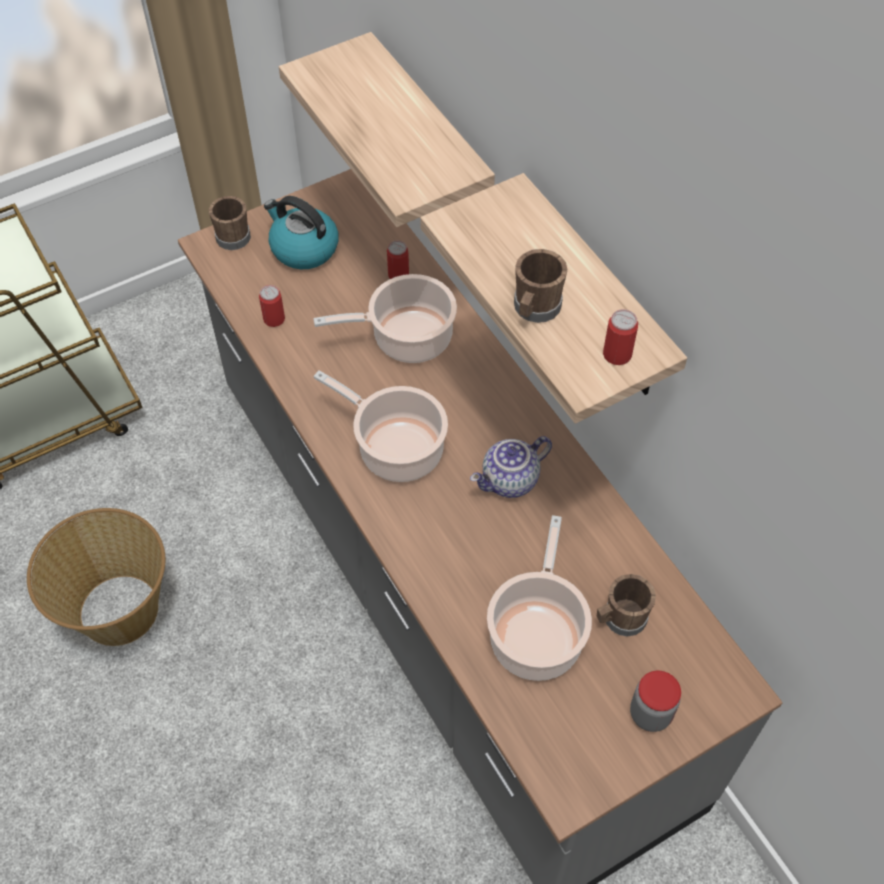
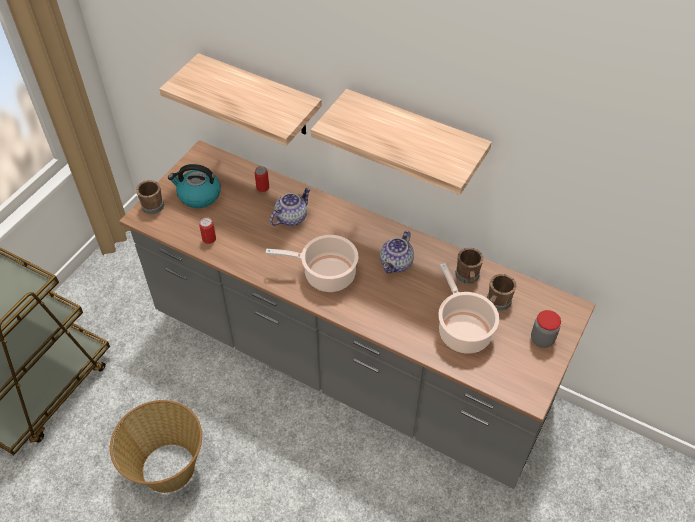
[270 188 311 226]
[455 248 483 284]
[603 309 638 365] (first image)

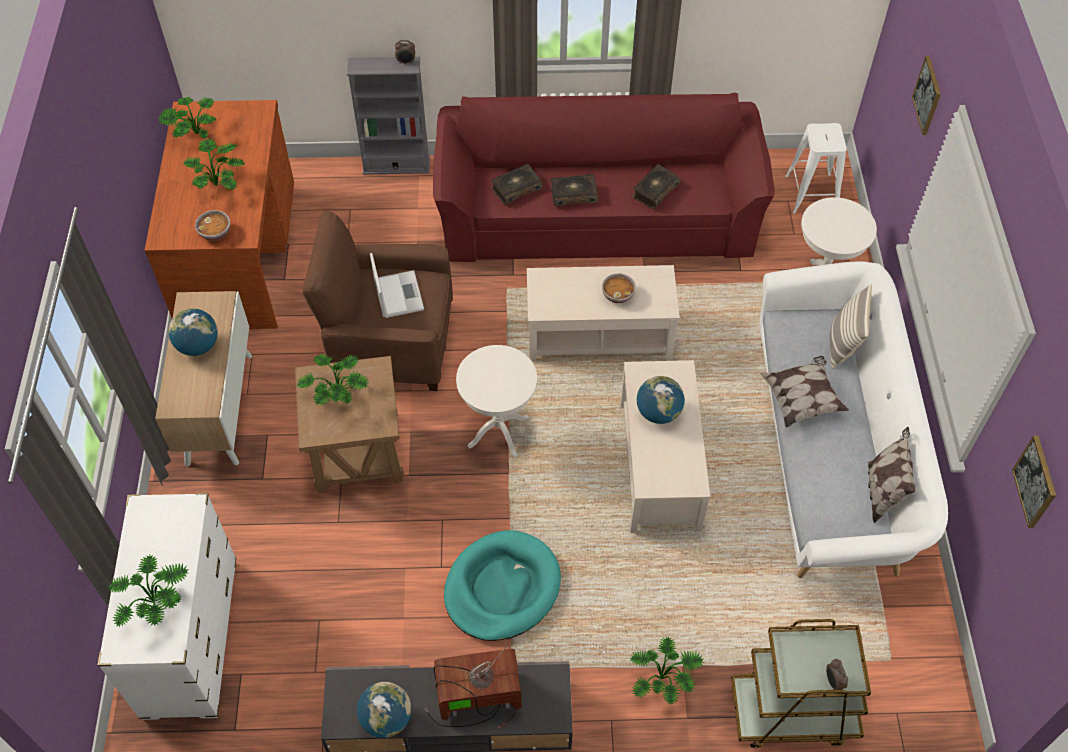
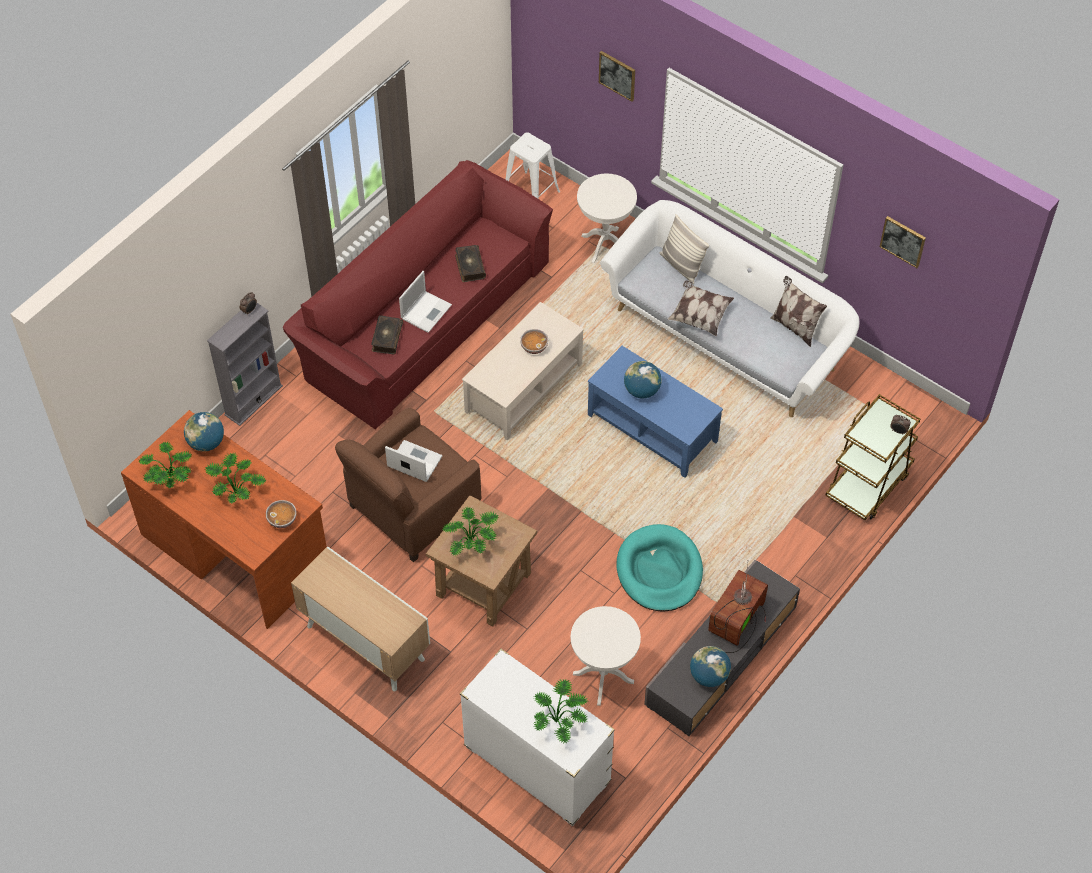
[184 412 224 452]
[571 606 641 706]
[399 271 452 333]
[588 346 723 478]
[630 636 704 704] (first image)

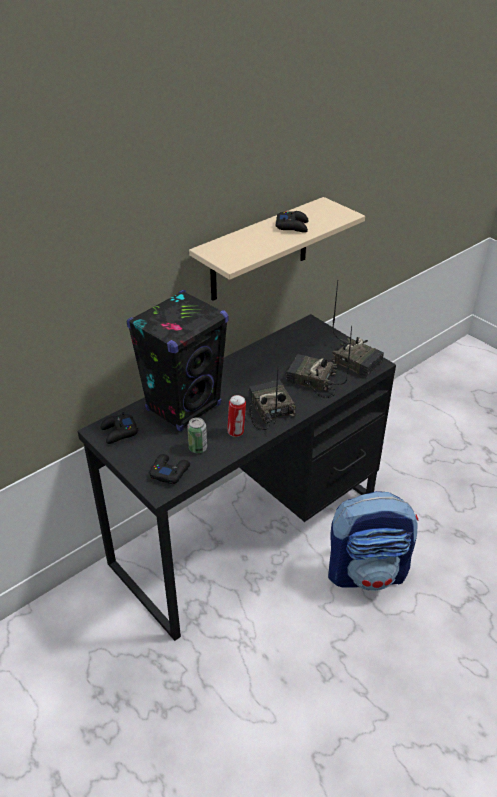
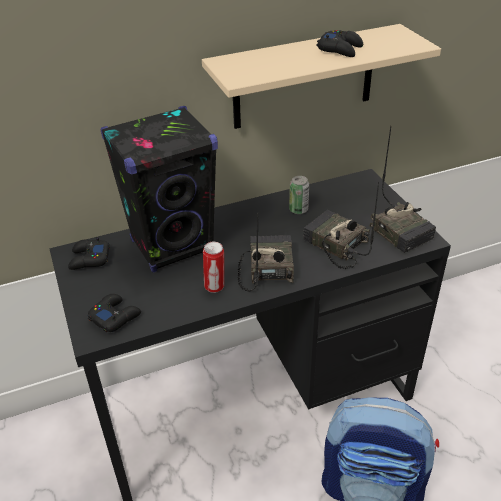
[289 176 309 214]

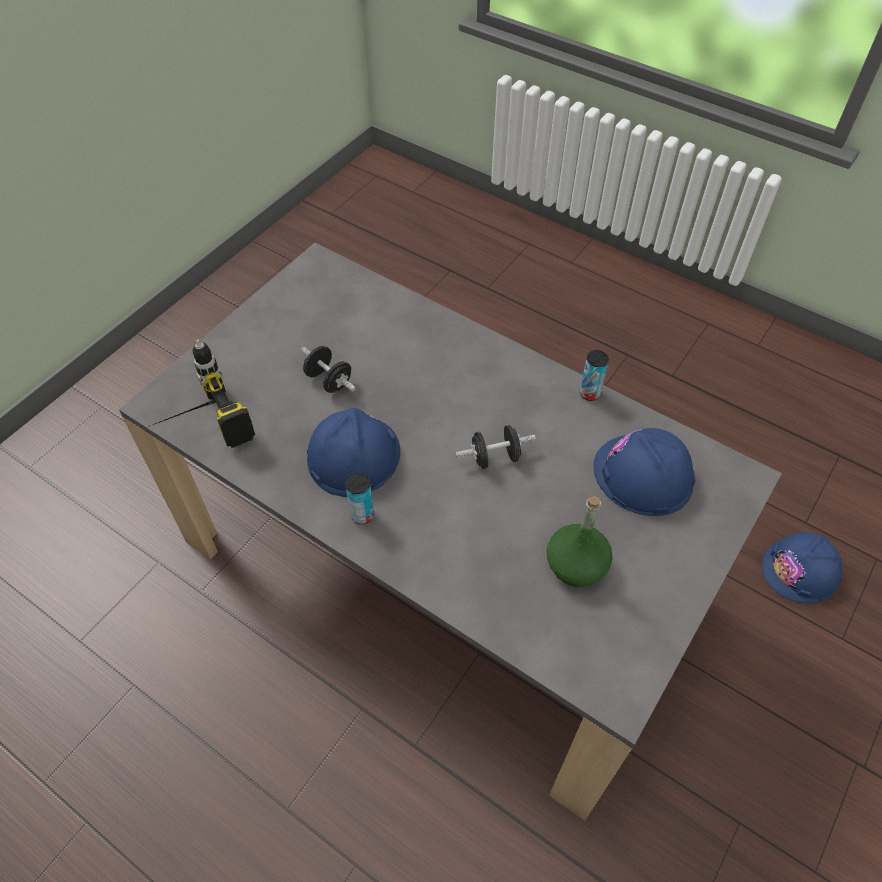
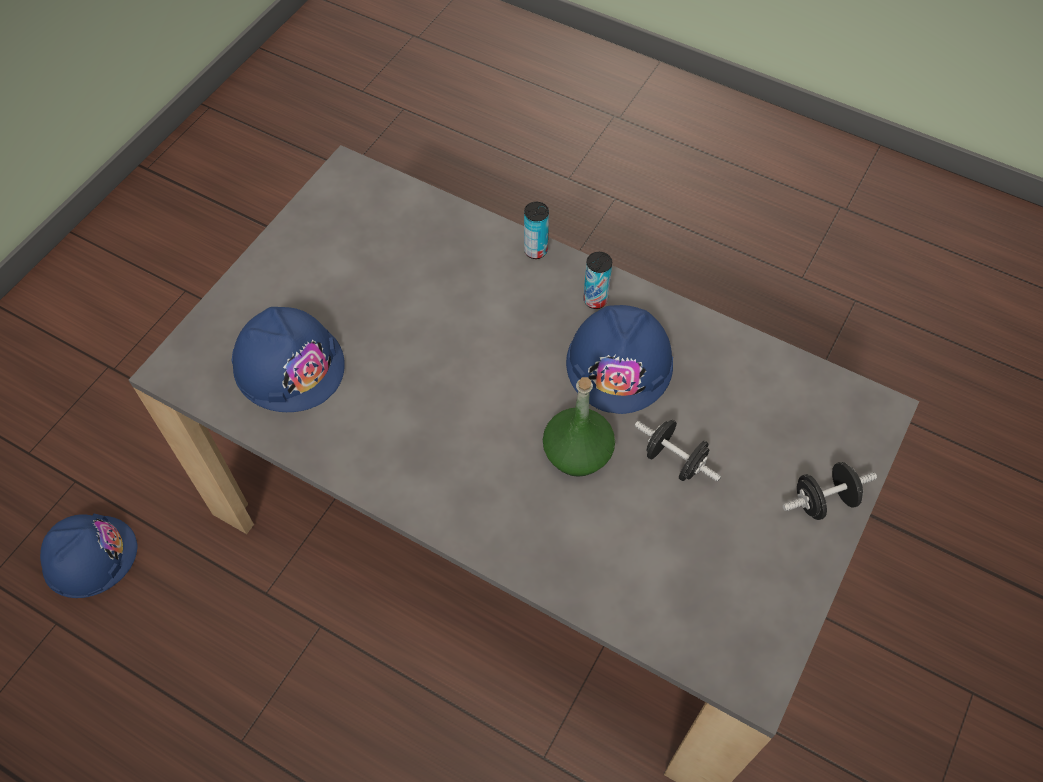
[148 340 255 448] (first image)
[783 462 877 520]
[543 377 615 477]
[524 202 549 259]

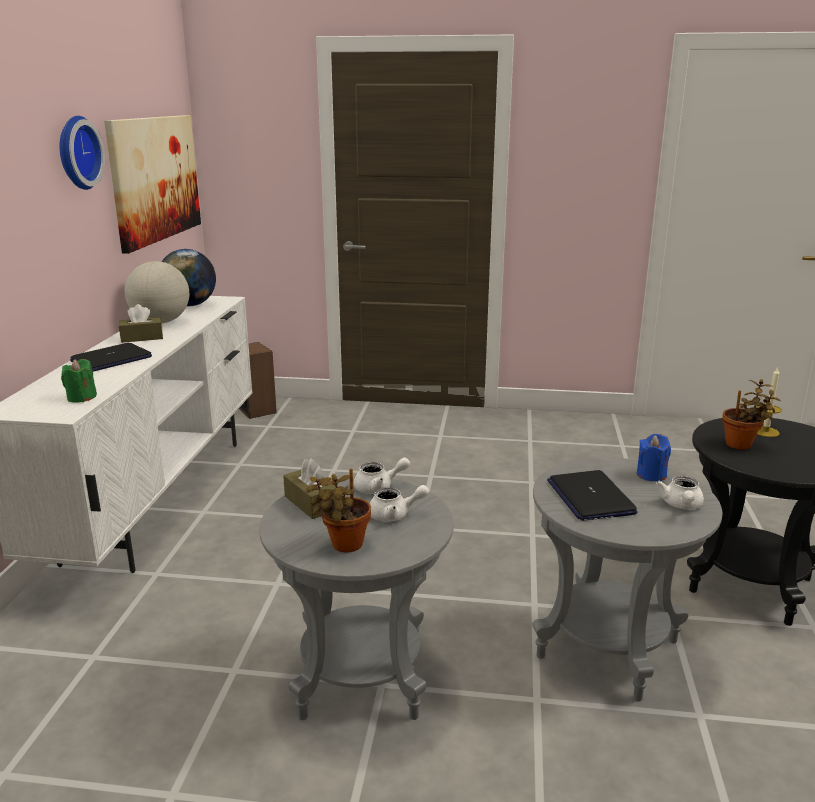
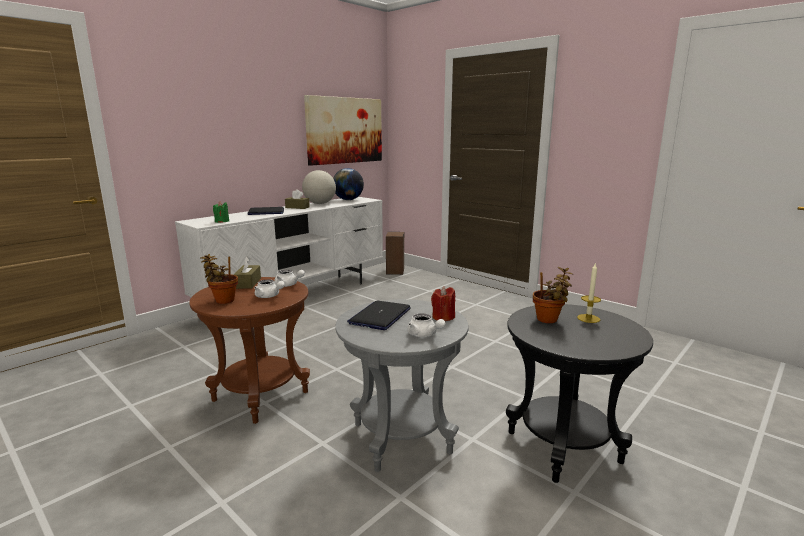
[60 116 105 190] (first image)
[189 277 310 424]
[431 287 455 321]
[407 313 446 337]

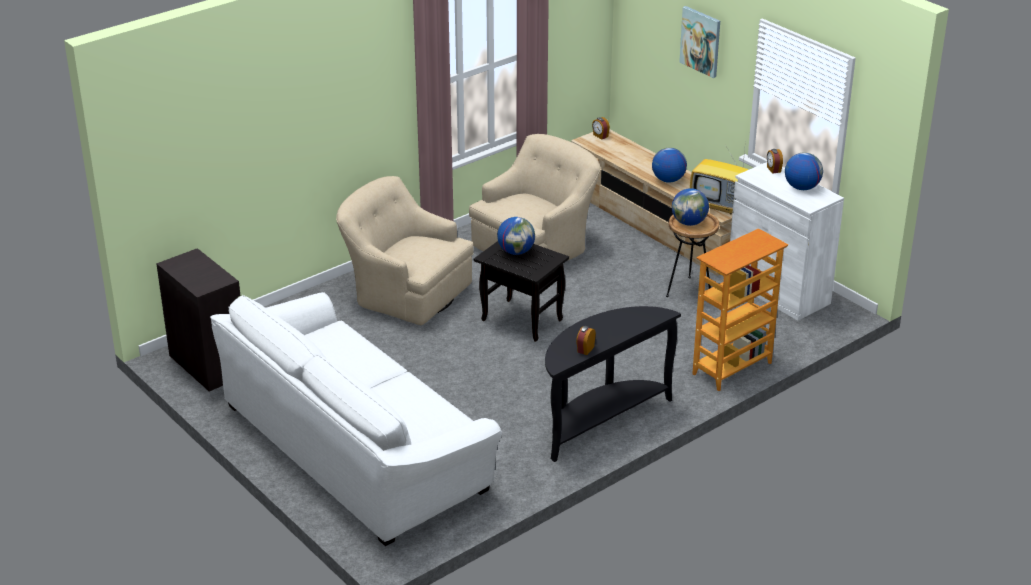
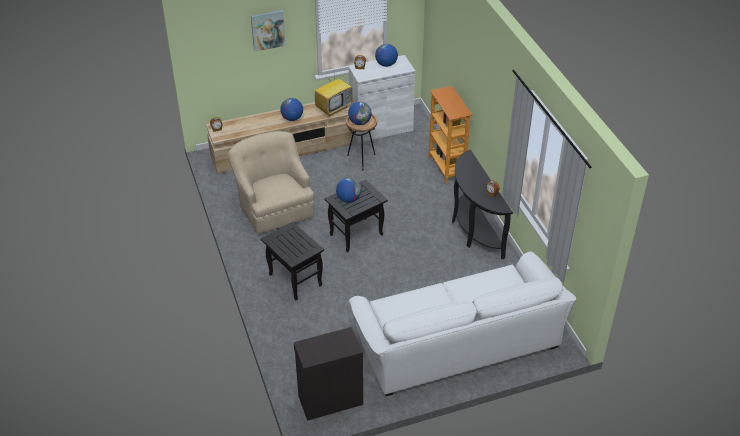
[261 222 324 300]

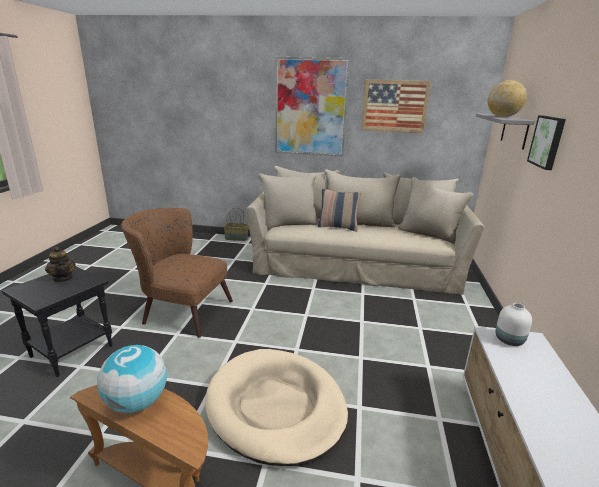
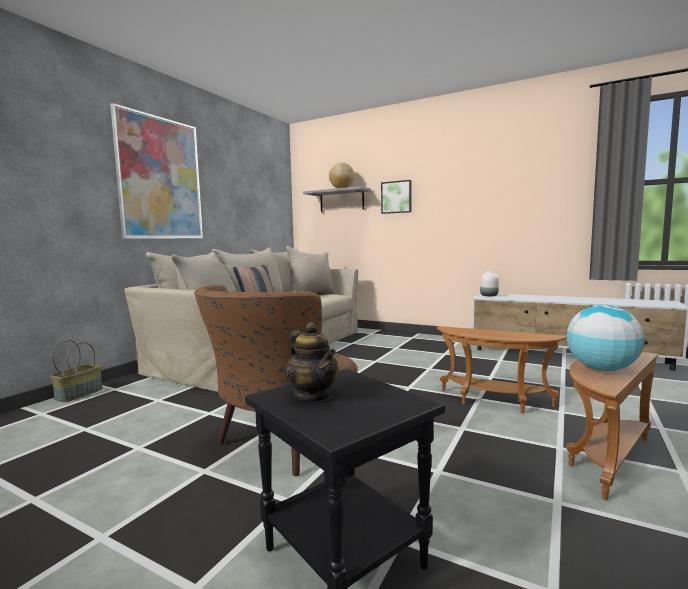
[285 322 338 402]
[437 326 566 414]
[361 79 431 133] (first image)

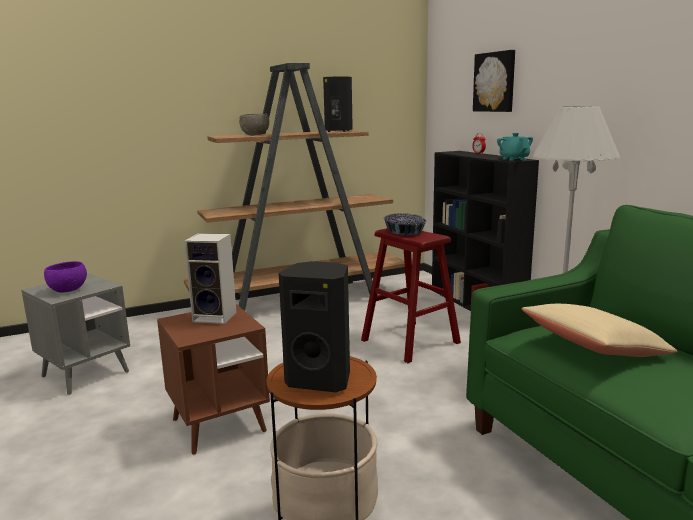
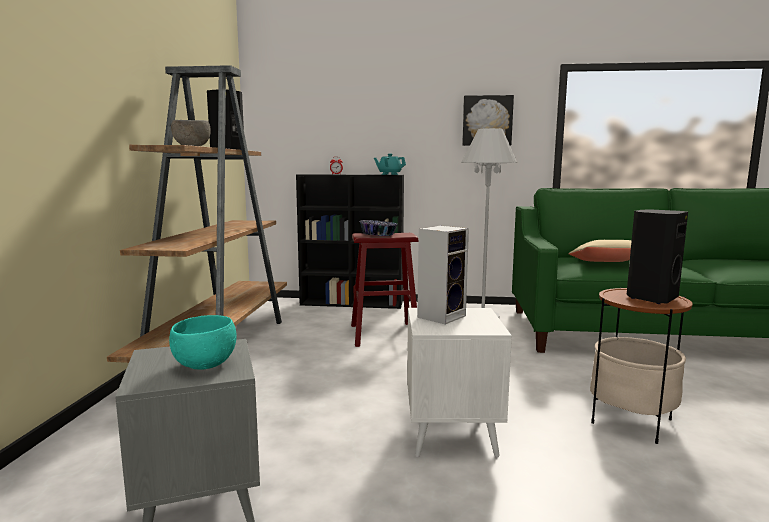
[169 315 237 370]
[407 308 512 457]
[462 95 514 146]

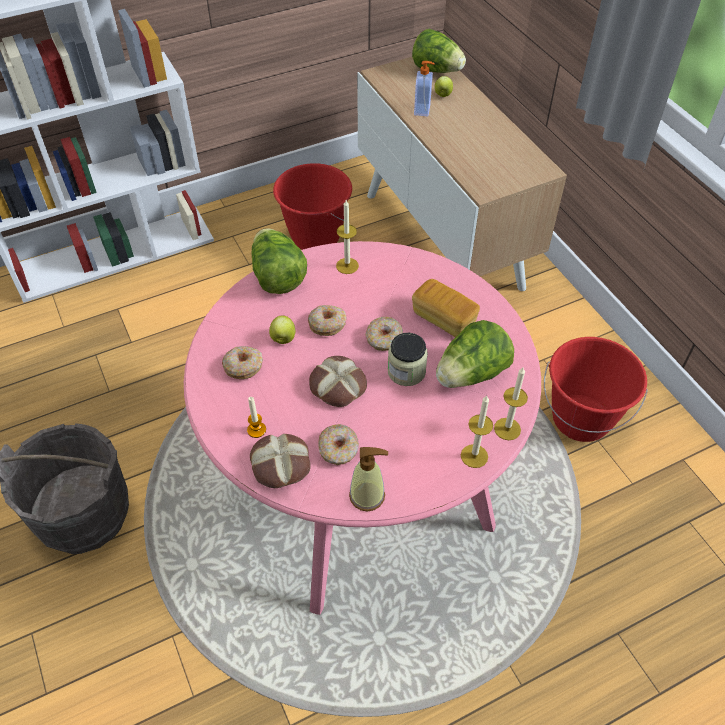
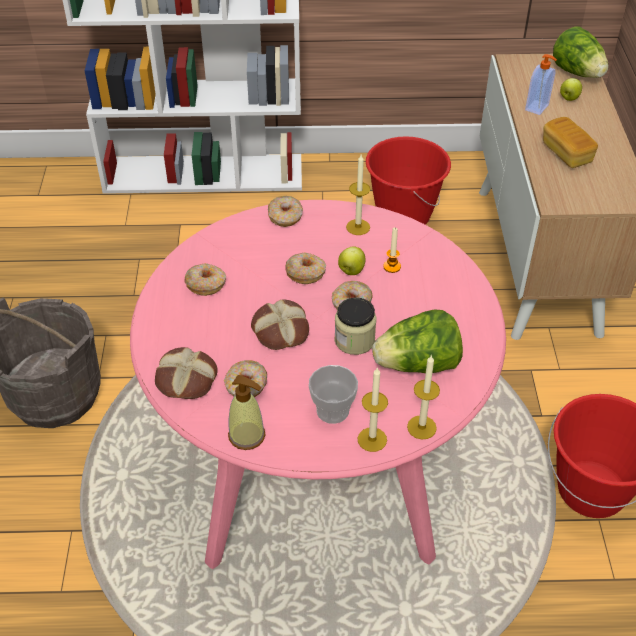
[383 227 401 273]
[268 196 303 227]
[338 246 365 275]
[543 117 598 168]
[309 365 358 424]

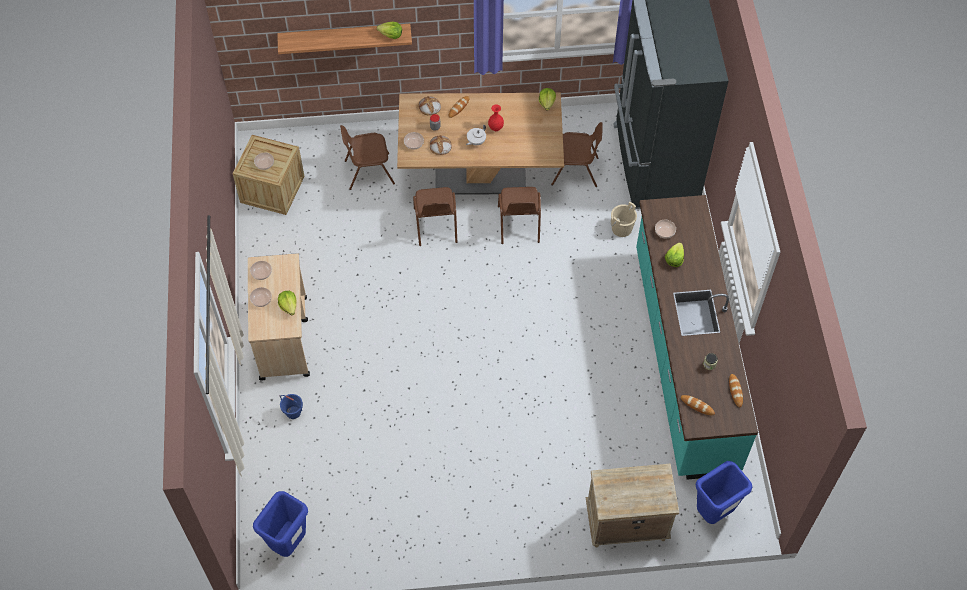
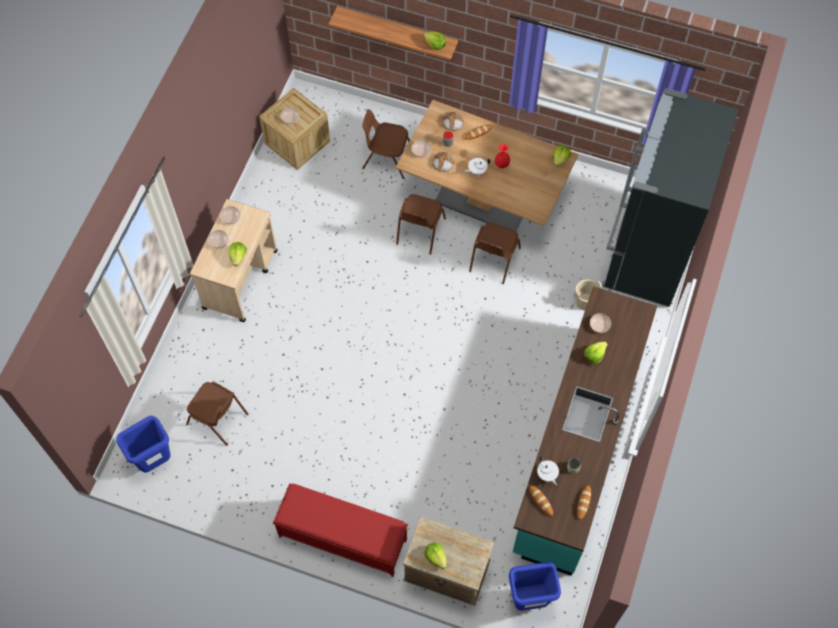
[280 394 303 419] (first image)
[186 382 248 446]
[273 483 408 577]
[424 542 447 569]
[537 457 559 485]

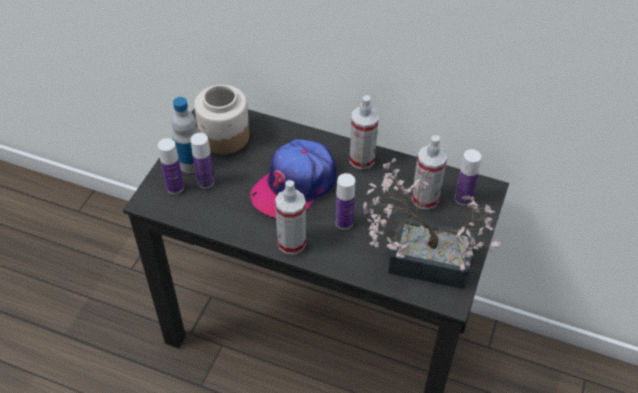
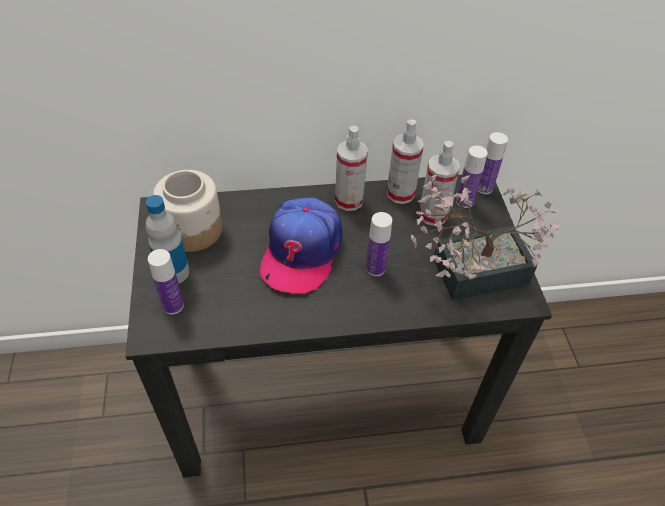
[478 132 508 194]
[387 120 424 204]

